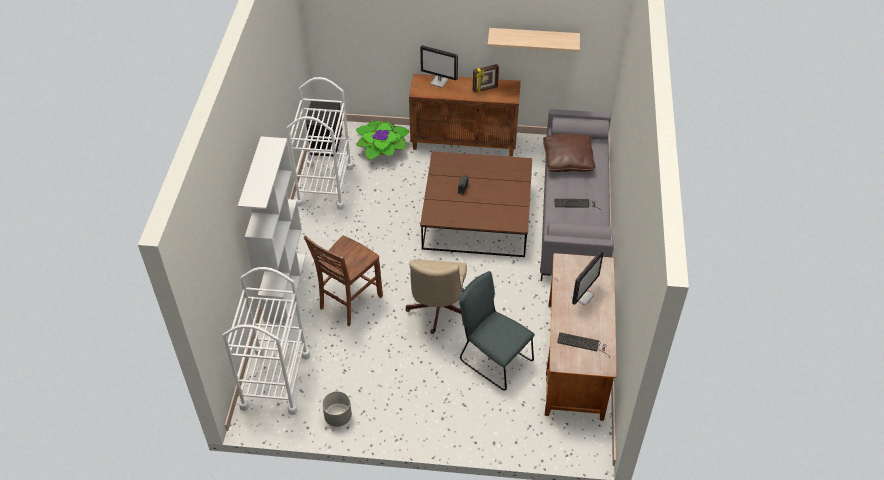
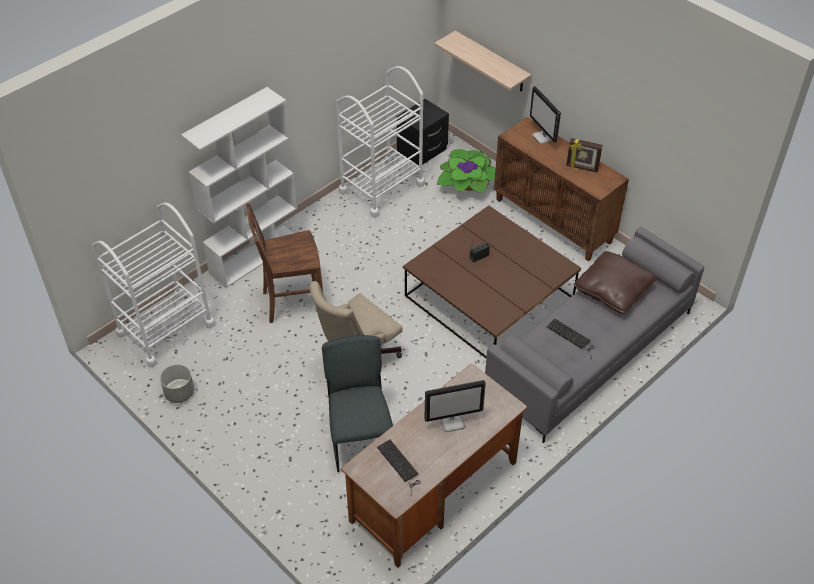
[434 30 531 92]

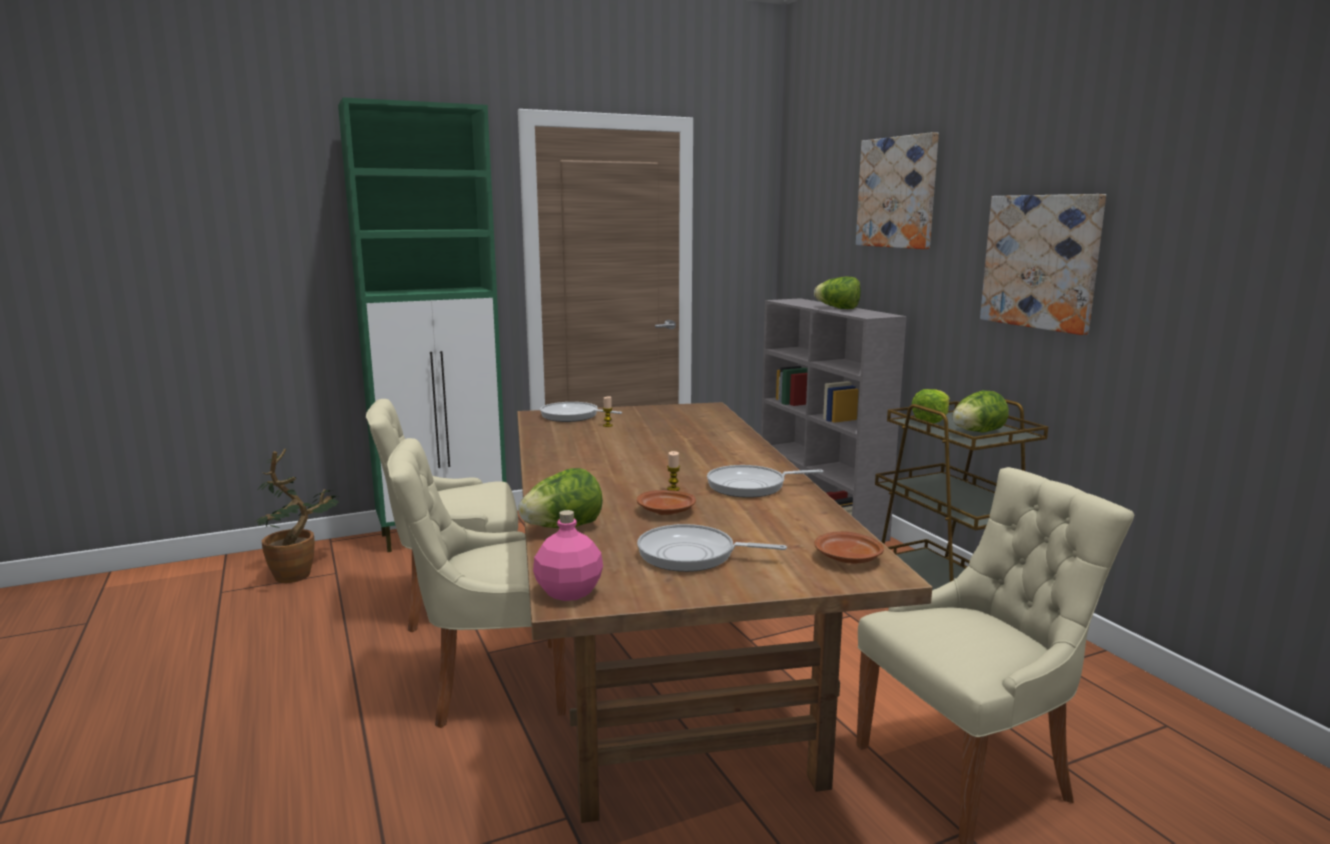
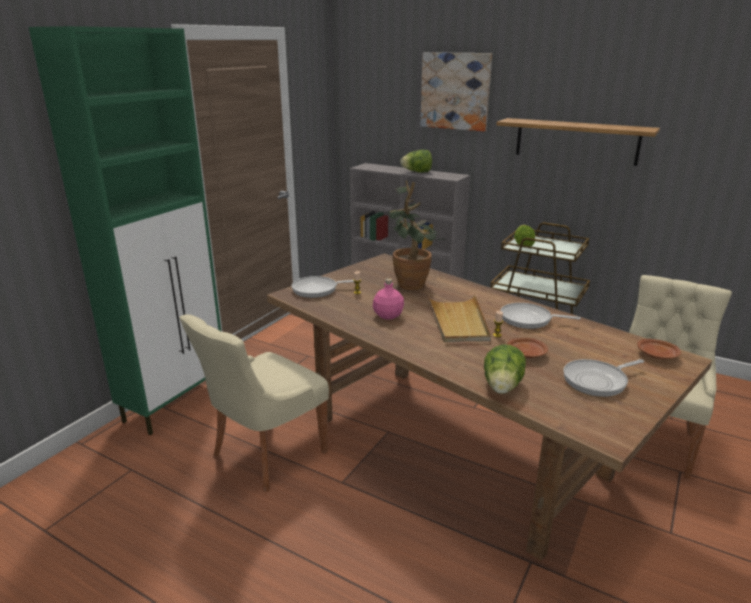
[387 180 445 290]
[387 438 566 728] (first image)
[373 278 404 320]
[500 303 581 329]
[952 390 1008 433] (first image)
[496 118 660 166]
[428 295 491 342]

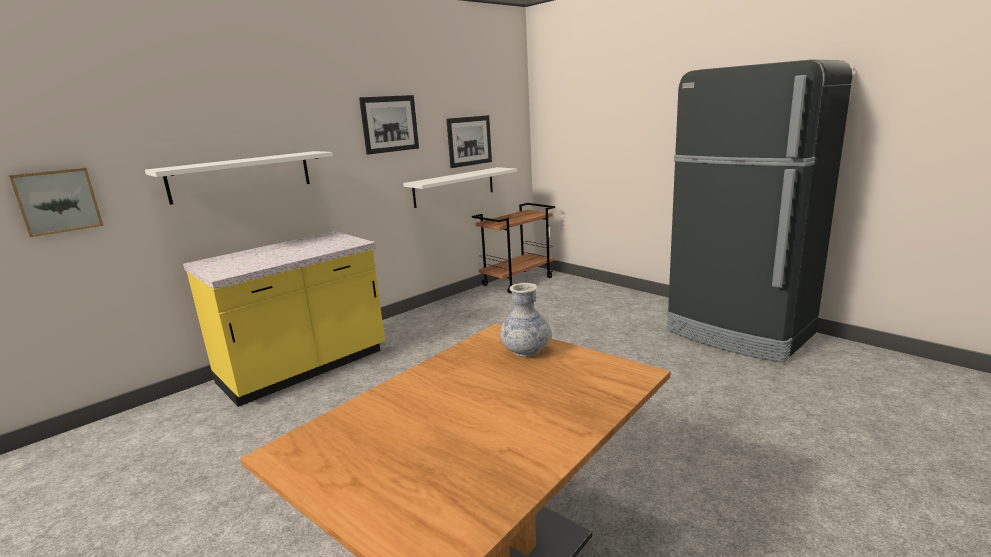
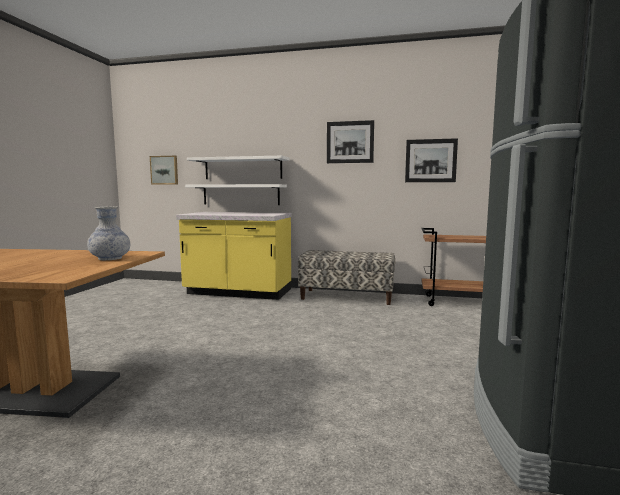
[185 184 287 205]
[298 250 395 305]

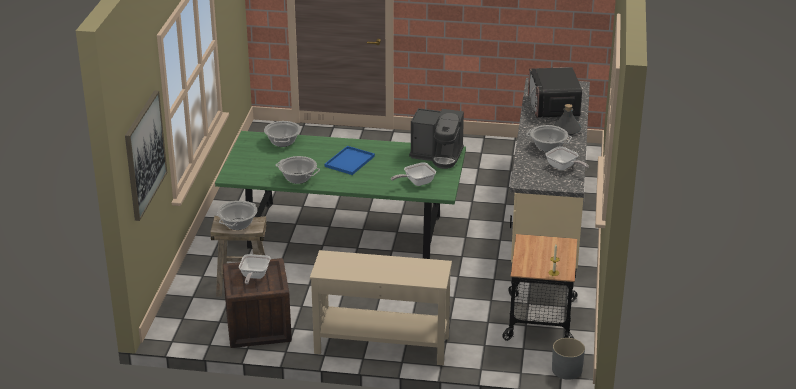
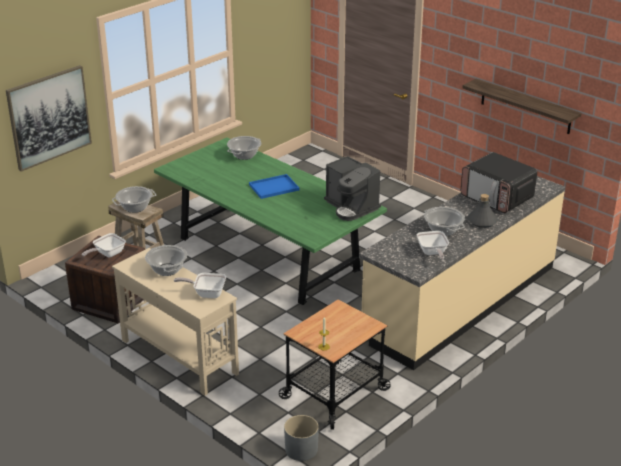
[145 245 187 276]
[174 273 226 298]
[461 152 537 213]
[462 79 582 134]

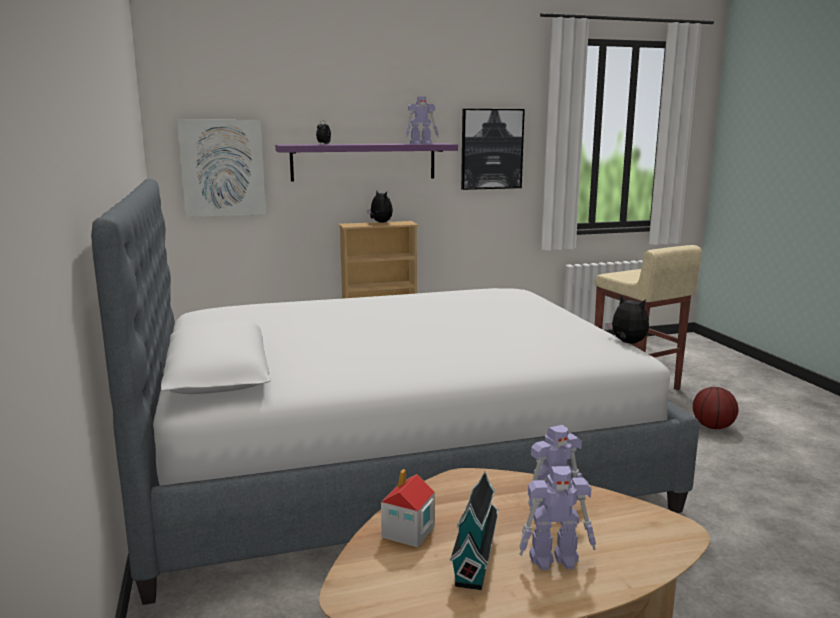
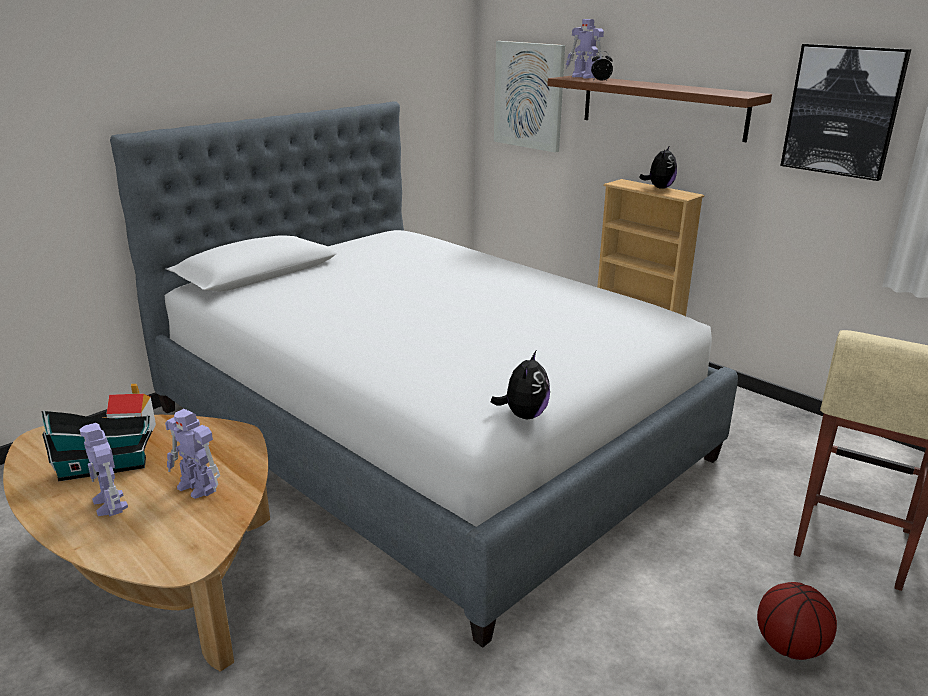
[547 76 772 142]
[566 19 604 78]

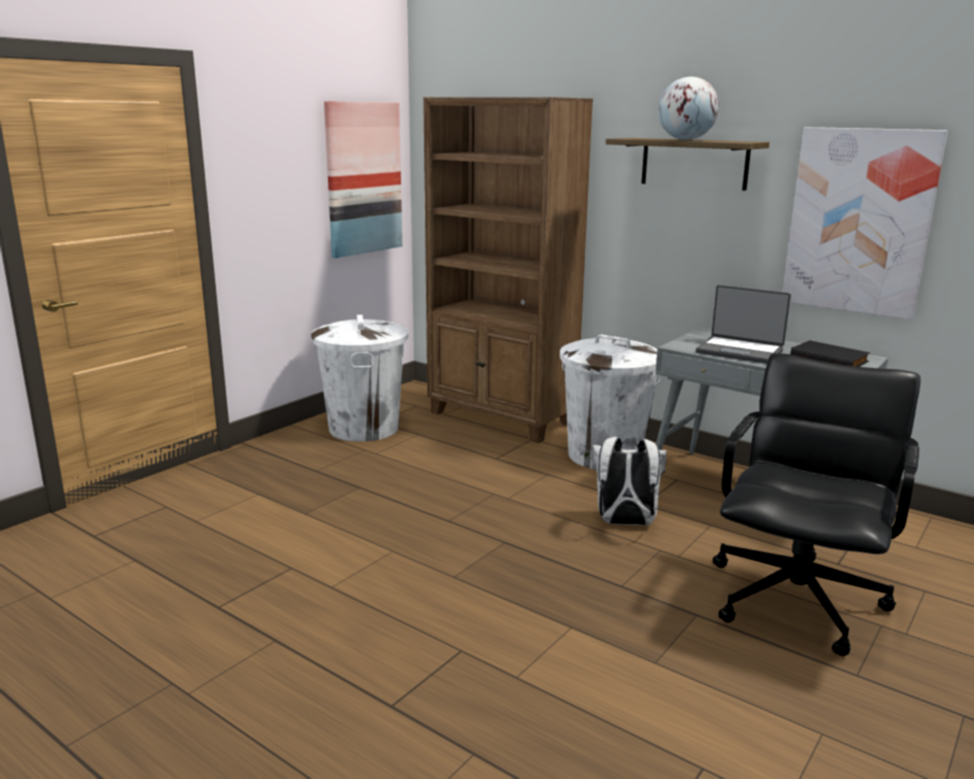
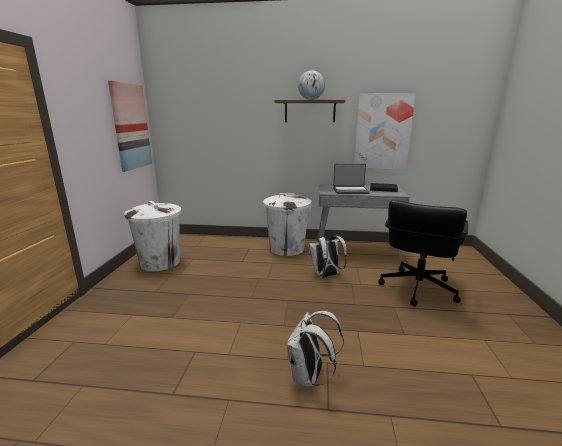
[423 97 593 443] (first image)
[378 200 468 306]
[287 311 344 388]

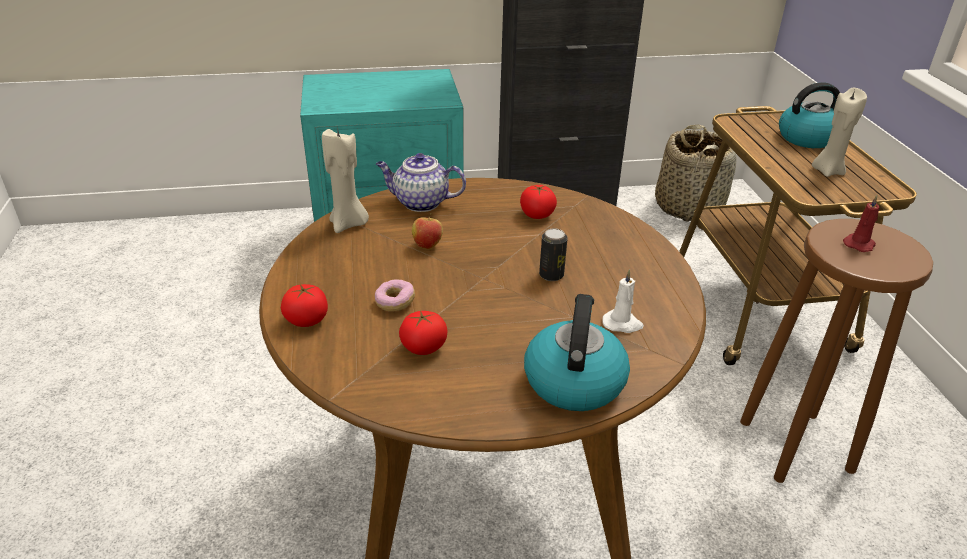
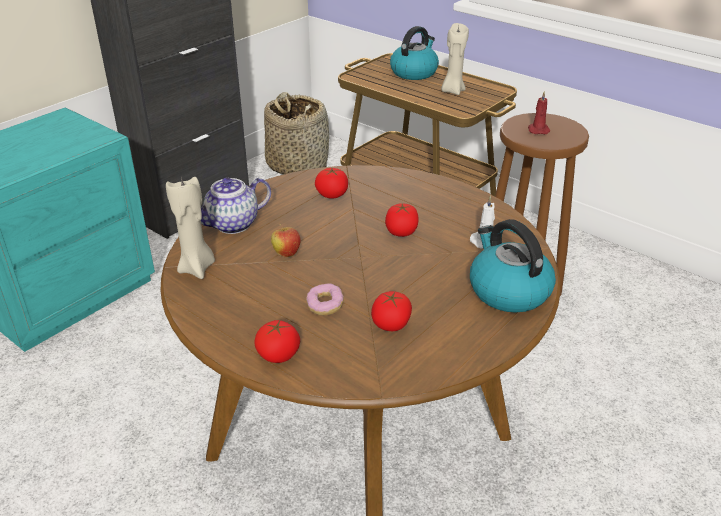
[385 203 419 237]

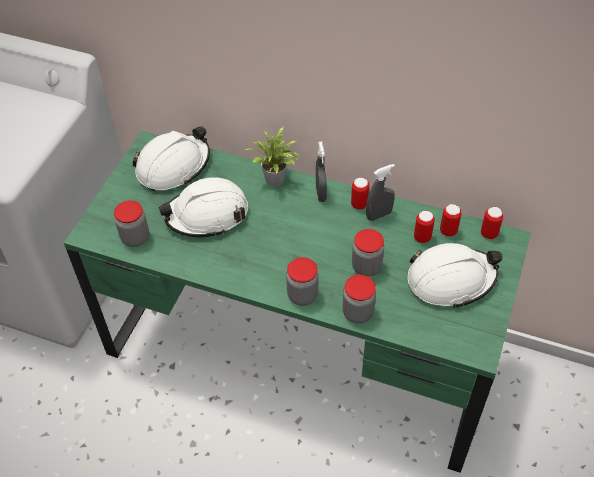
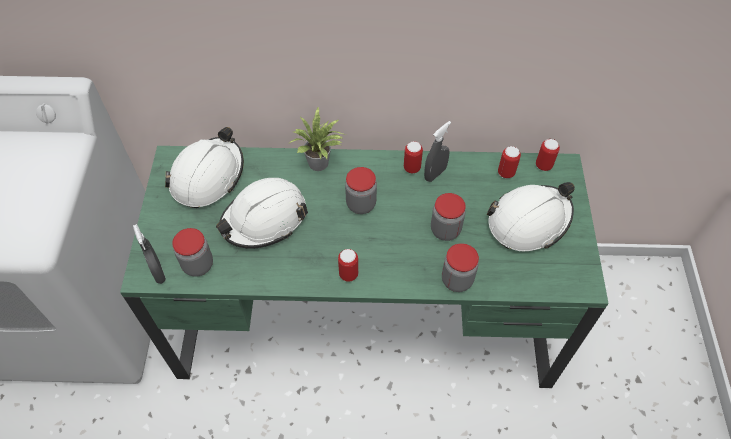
[345 167 377 214]
[133 224 166 284]
[338 249 358 282]

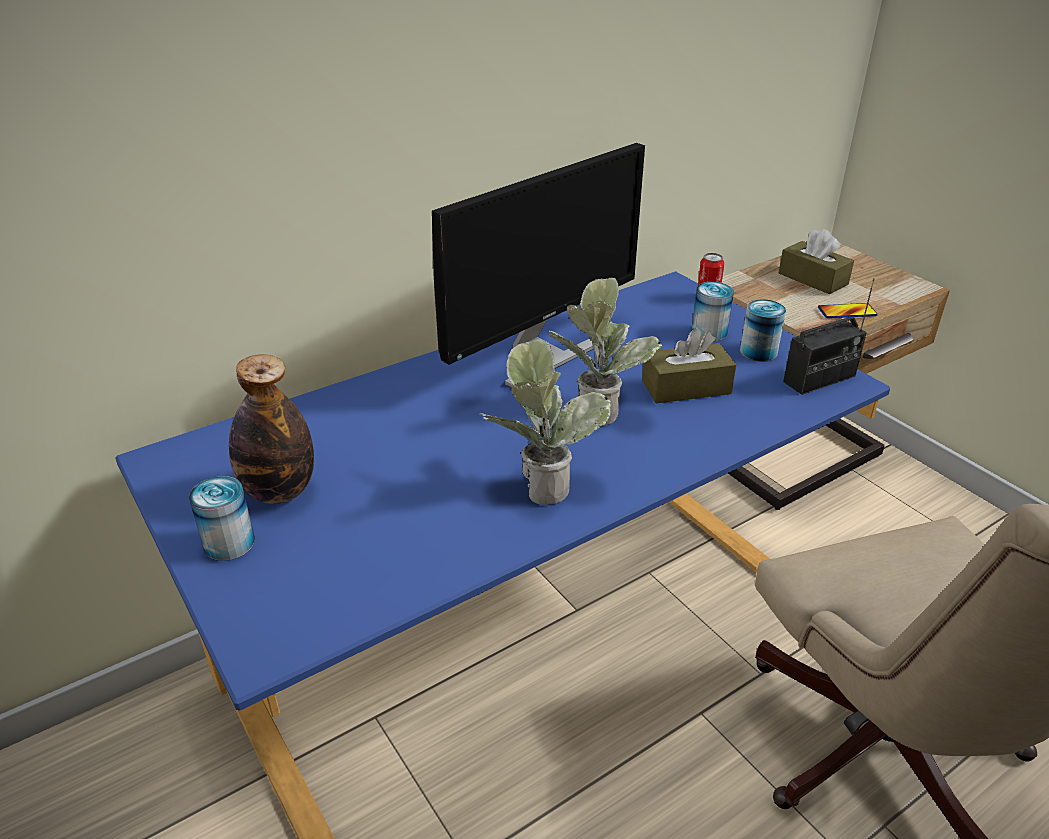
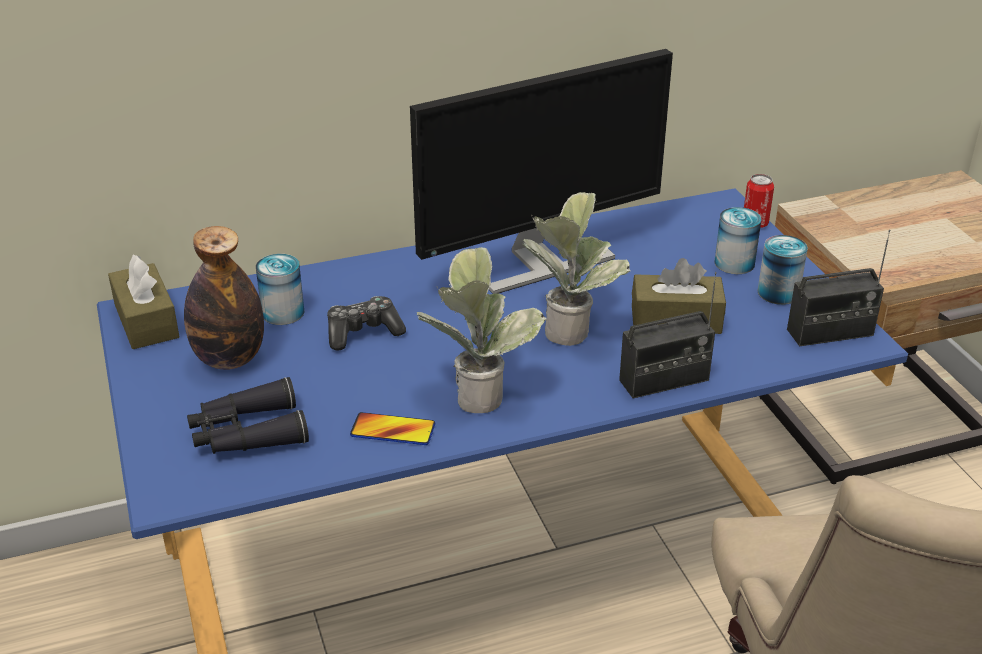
[256 254 304 325]
[108 255 179 349]
[350 412 435 445]
[187 377 309 454]
[327 296 406 351]
[619 272 717 399]

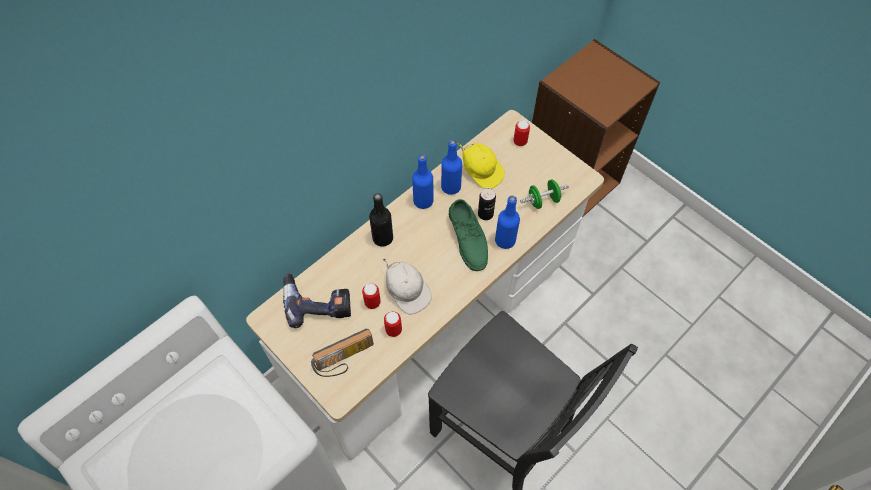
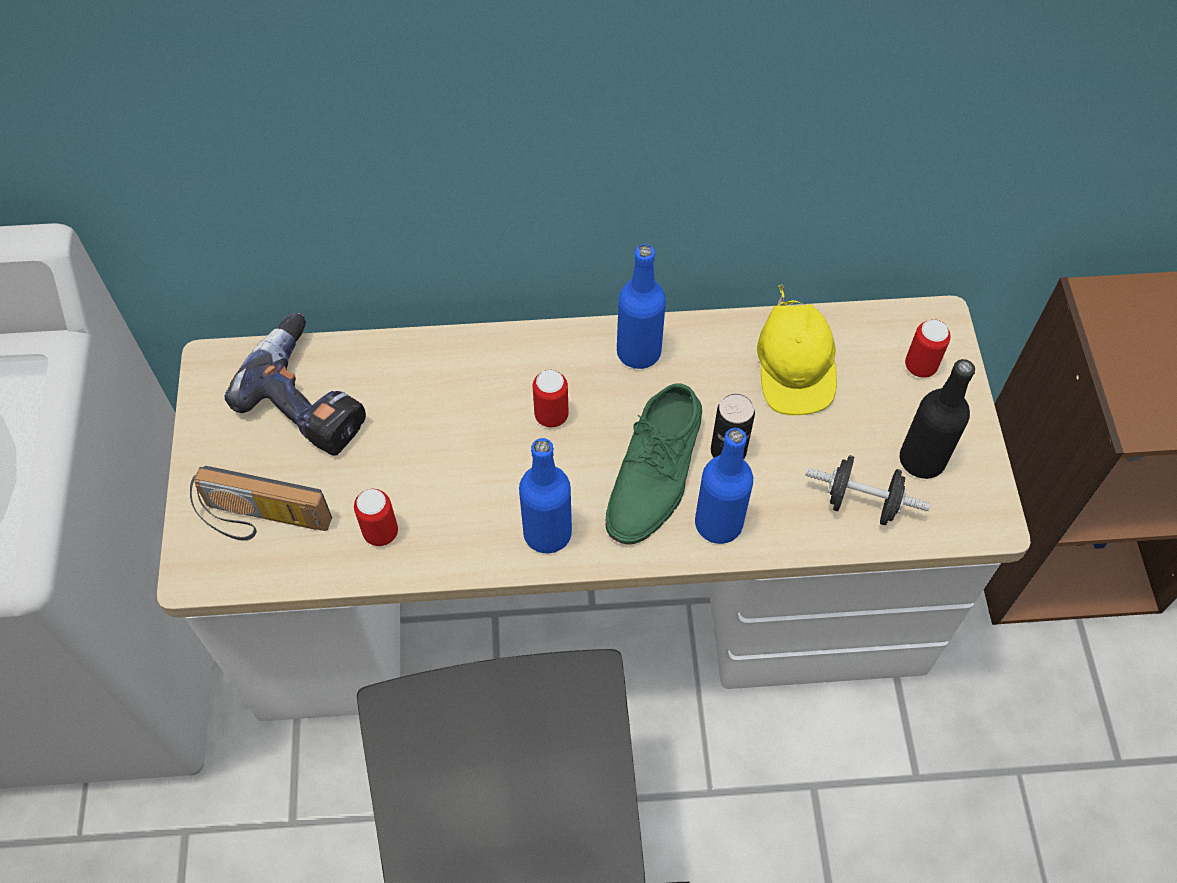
[533 370 569 428]
[900 359 975 479]
[383 258 432 315] (first image)
[519 438 572 554]
[805 456 931 525]

